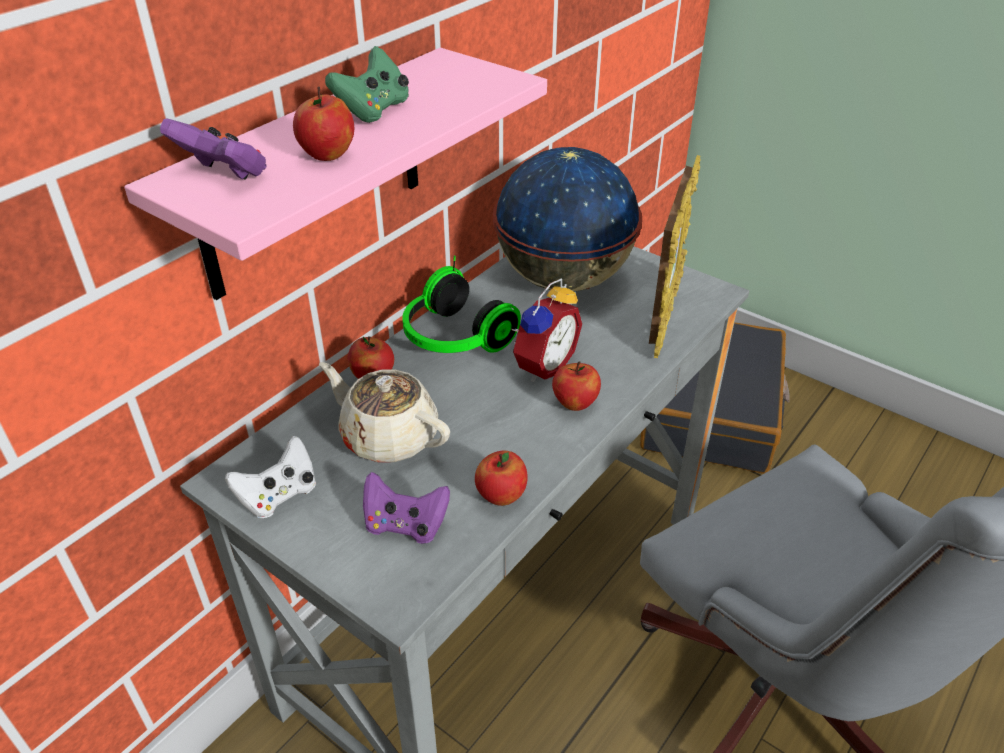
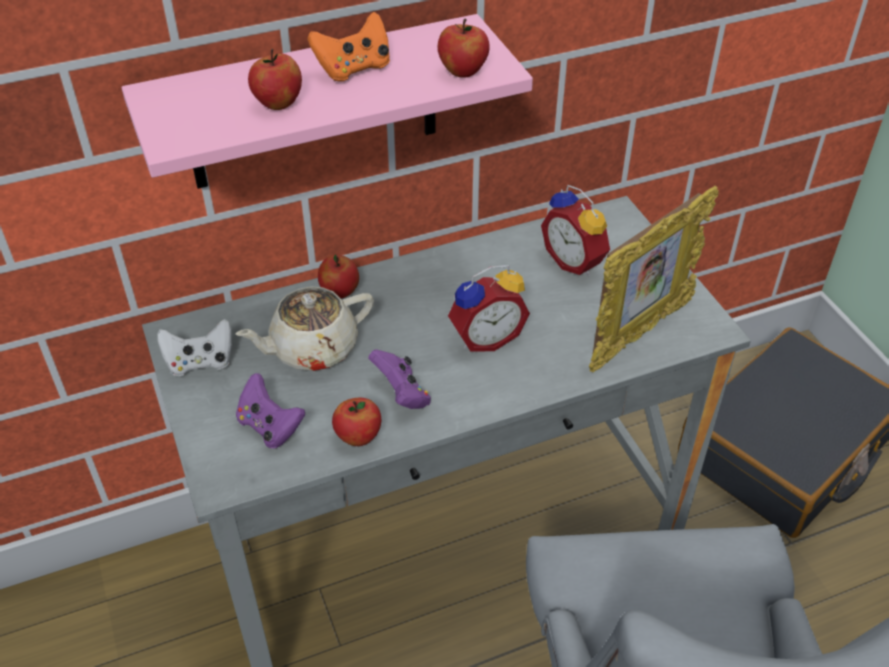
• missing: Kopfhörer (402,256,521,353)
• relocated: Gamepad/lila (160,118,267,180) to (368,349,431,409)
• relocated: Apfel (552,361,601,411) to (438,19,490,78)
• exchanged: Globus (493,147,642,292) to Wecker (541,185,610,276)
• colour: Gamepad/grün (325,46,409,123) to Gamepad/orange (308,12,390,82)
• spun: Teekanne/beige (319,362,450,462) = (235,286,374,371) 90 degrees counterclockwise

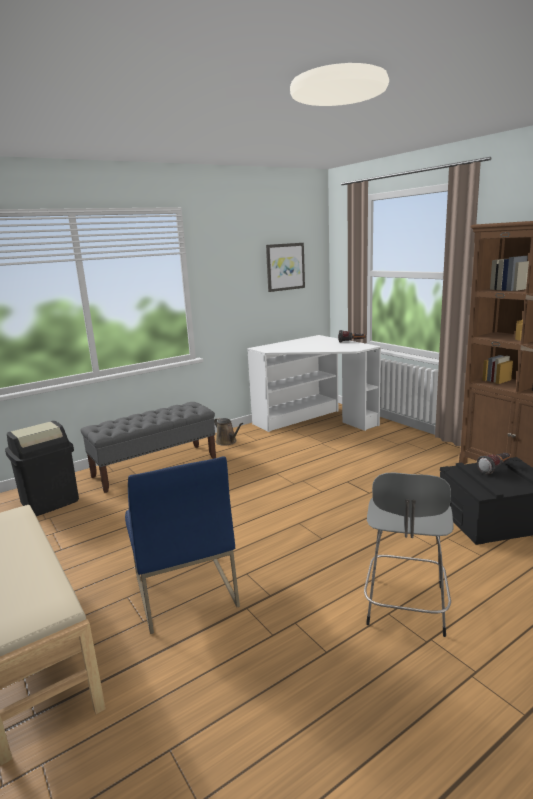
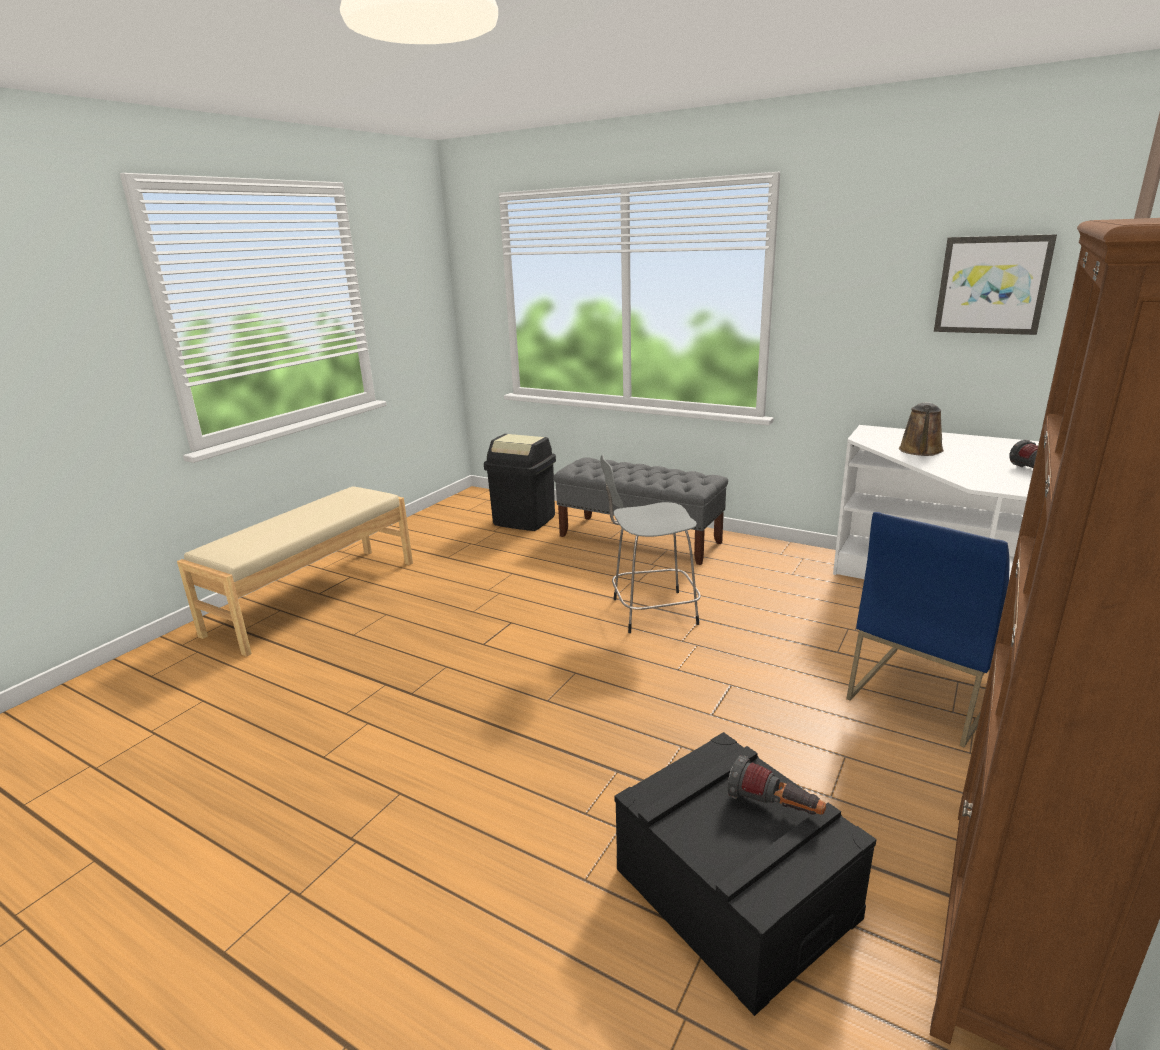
• relocated: Stuhl/blau (125,456,240,634) to (846,512,1010,747)
• relocated: Gießkanne/braun (214,417,243,446) to (899,402,944,456)
• relocated: Hocker/grau (364,473,454,637) to (600,455,701,633)

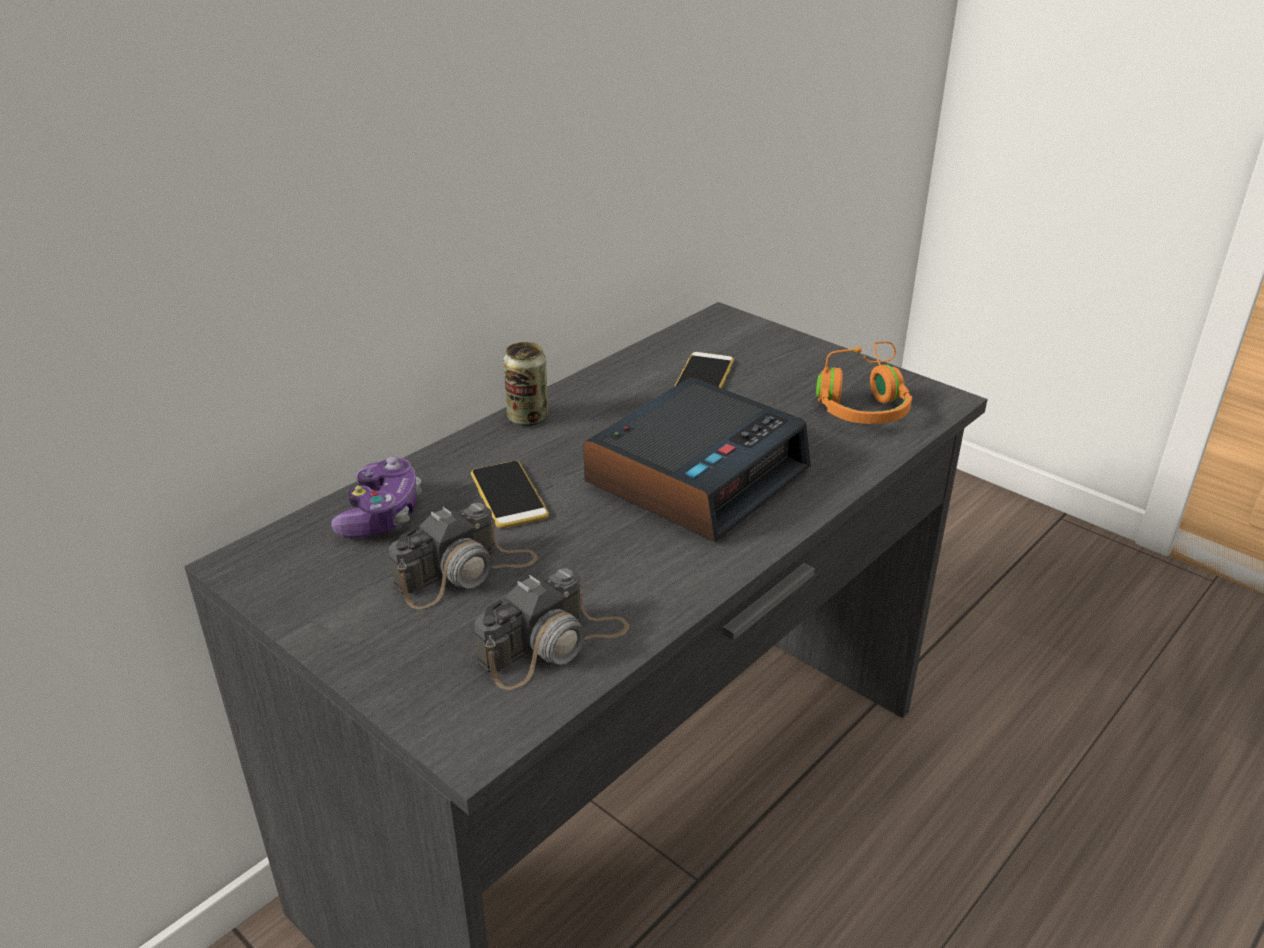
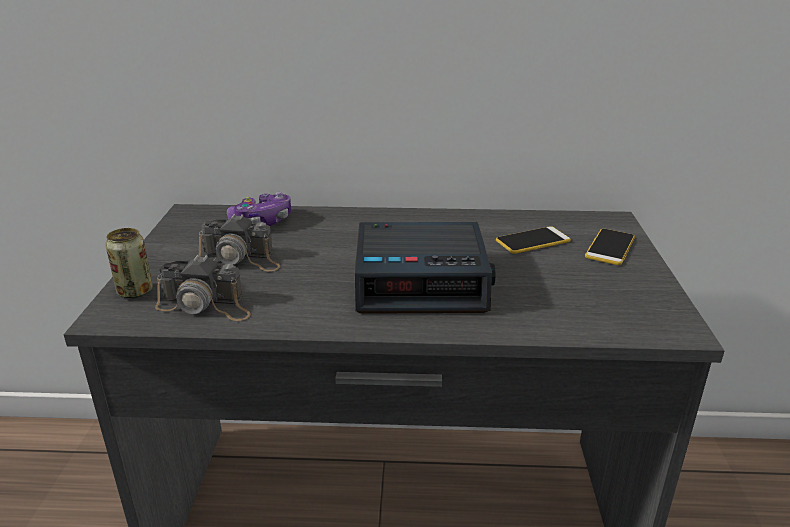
• missing: Kopfhörer/orange (816,341,912,424)
• relocated: Handy (471,461,549,528) to (585,229,635,265)
• relocated: Dose (503,342,548,426) to (105,228,153,299)

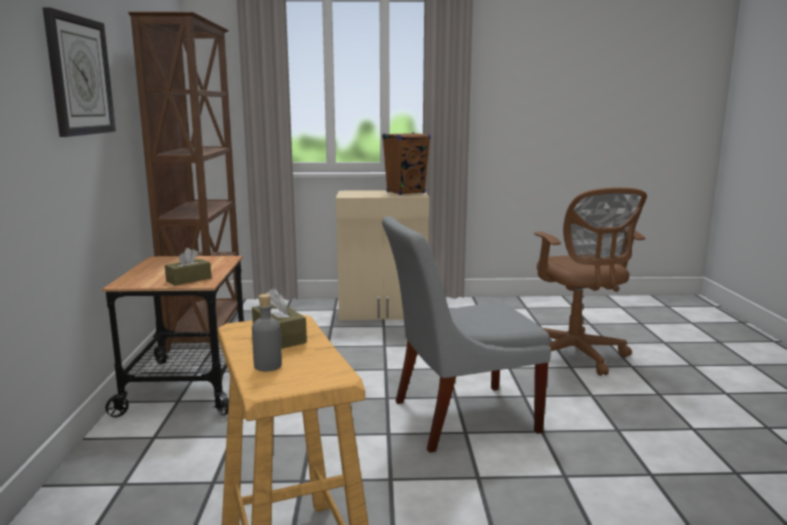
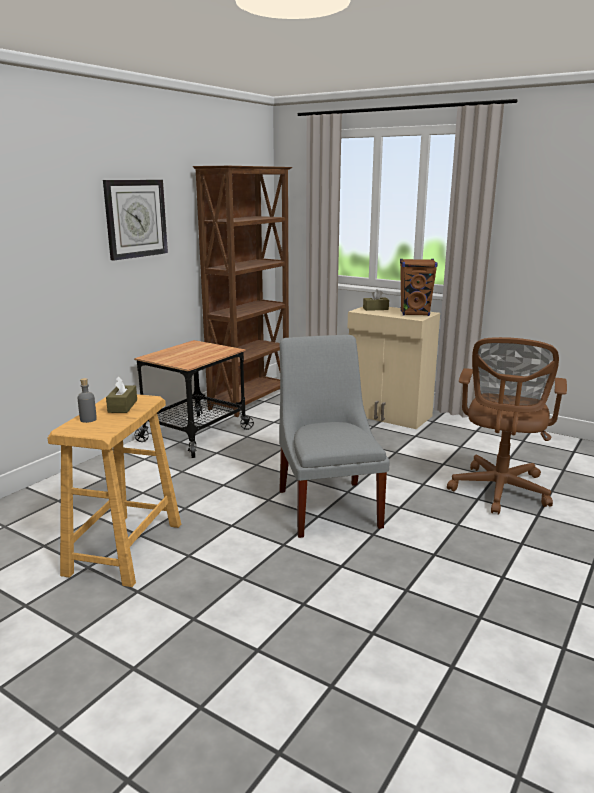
• relocated: Taschentuchbox/braun (165,248,212,286) to (363,289,389,311)
• spun: Stuhl/grau (382,216,551,453) = (279,335,390,538) 60 degrees clockwise

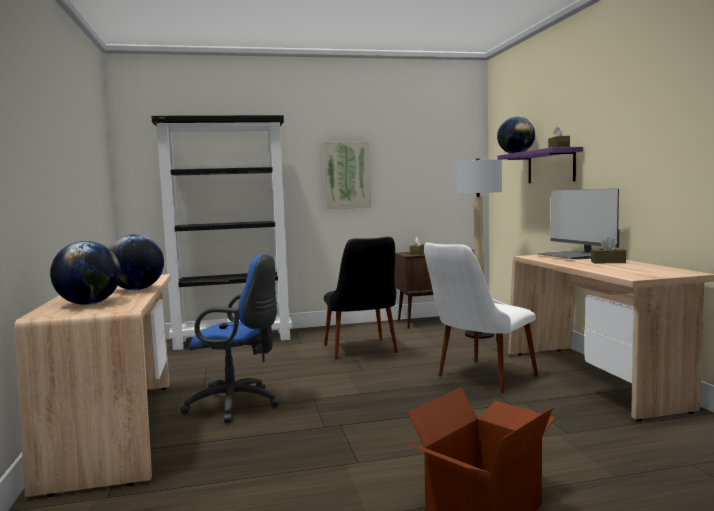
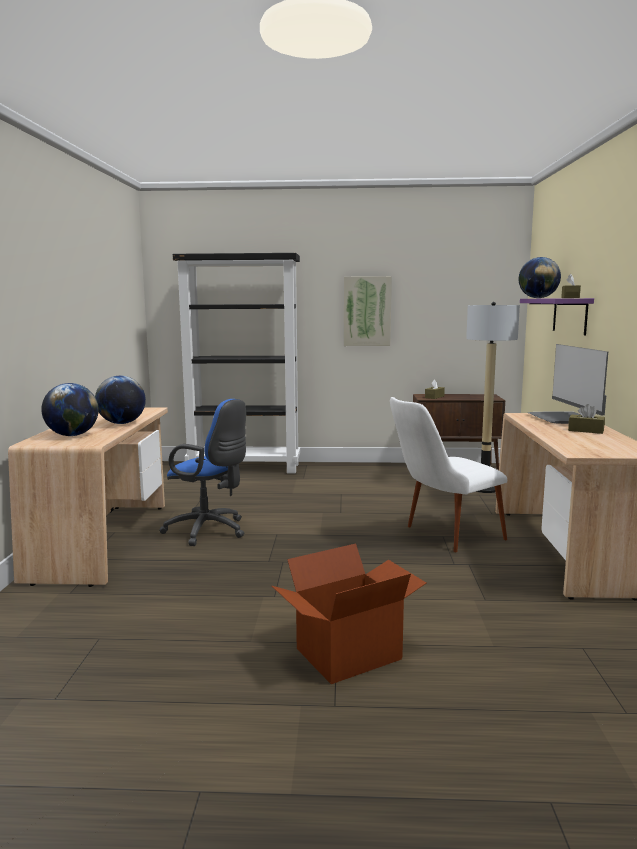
• missing: Stuhl/schwarz (324,237,398,360)

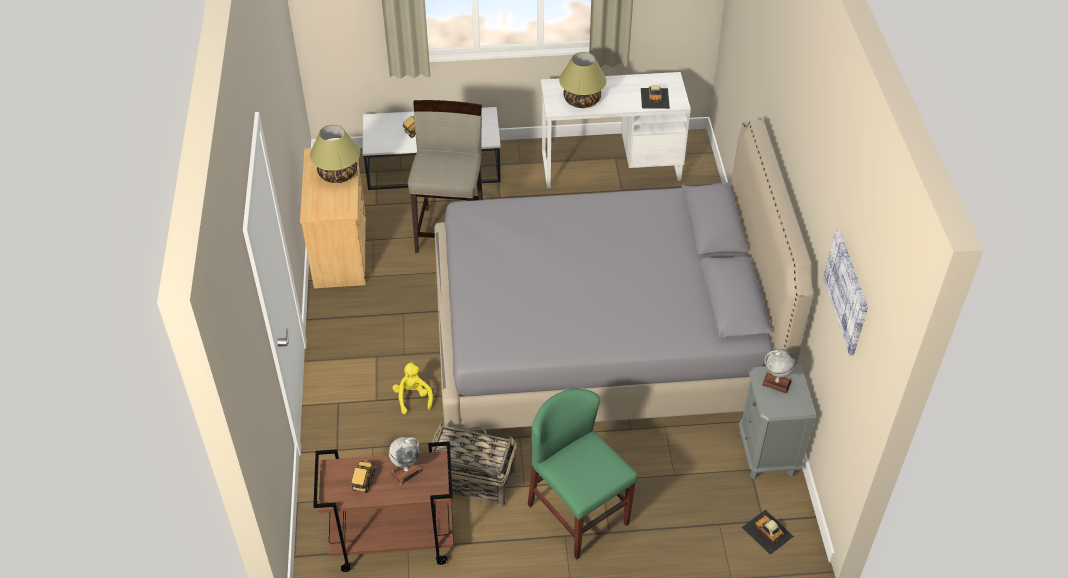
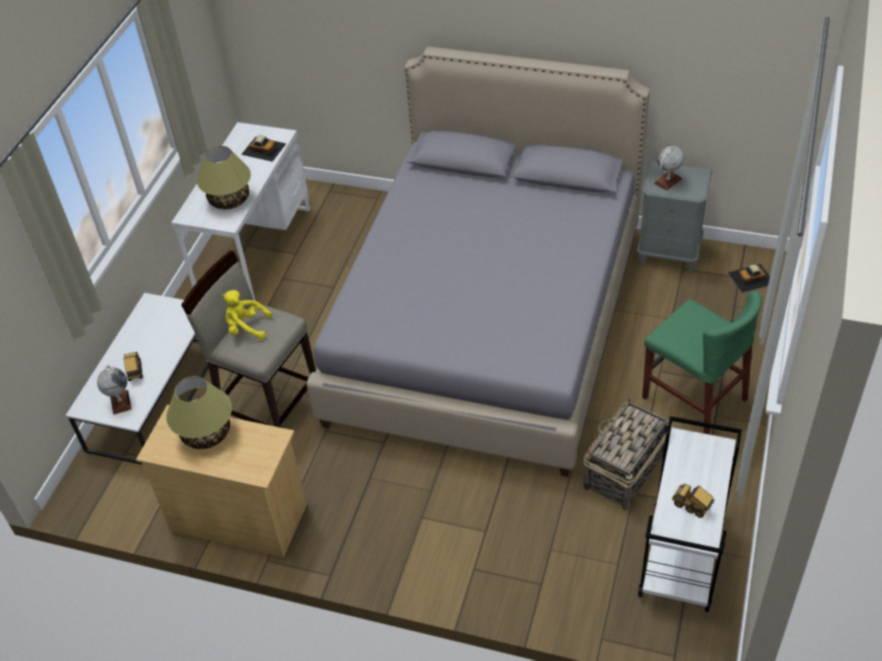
• missing: Bild (823,229,868,356)
• relocated: Globus (389,437,423,485) to (97,365,132,414)
• relocated: Plüschtier/gelb (392,362,433,414) to (222,290,272,340)
• colour: Rollwagen/braun (313,441,454,572) to Rollwagen/weiß (638,416,742,612)
• spun: Stuhl/grün (528,389,638,559) = (642,291,762,435) 120 degrees counterclockwise

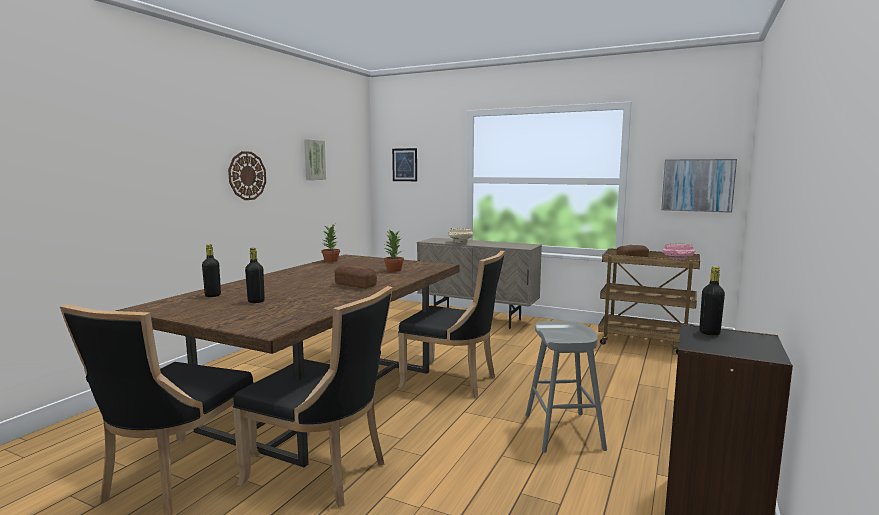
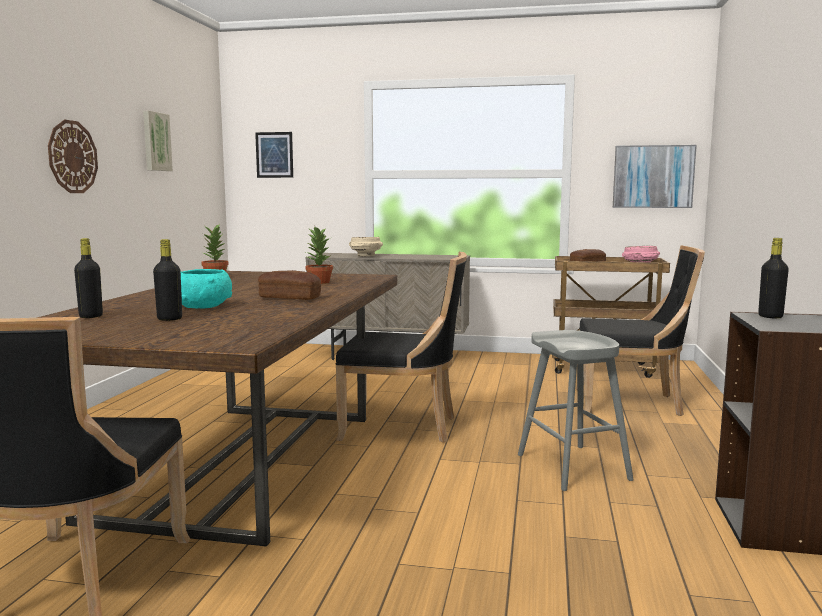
• appeared: Schüssel/türkis (181,269,232,308)
• relocated: Stuhl/schwarz (233,286,393,508) to (576,245,705,416)

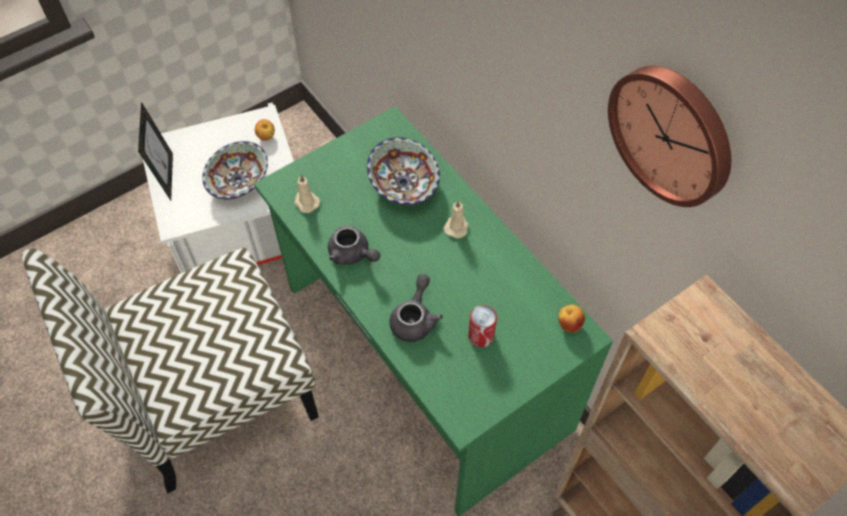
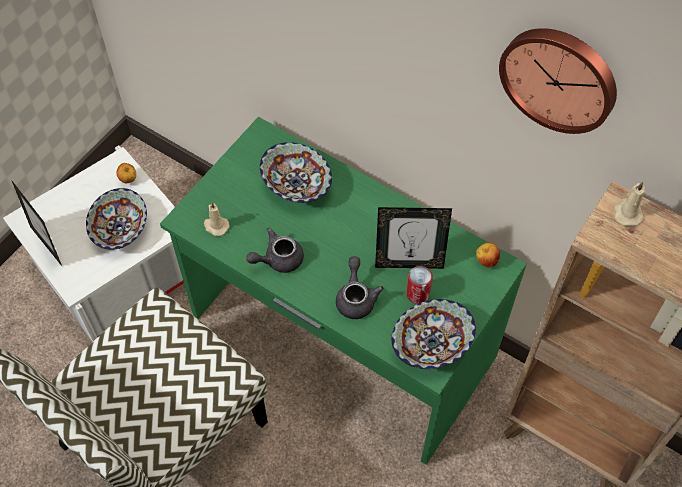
• appeared: Bilderrahmen (375,207,452,269)
• appeared: Schüssel (392,299,476,369)
• relocated: Kerze/beige (443,200,469,238) to (614,181,645,226)
• spun: Teekanne/grau (328,225,380,265) = (246,228,304,273) 135 degrees clockwise

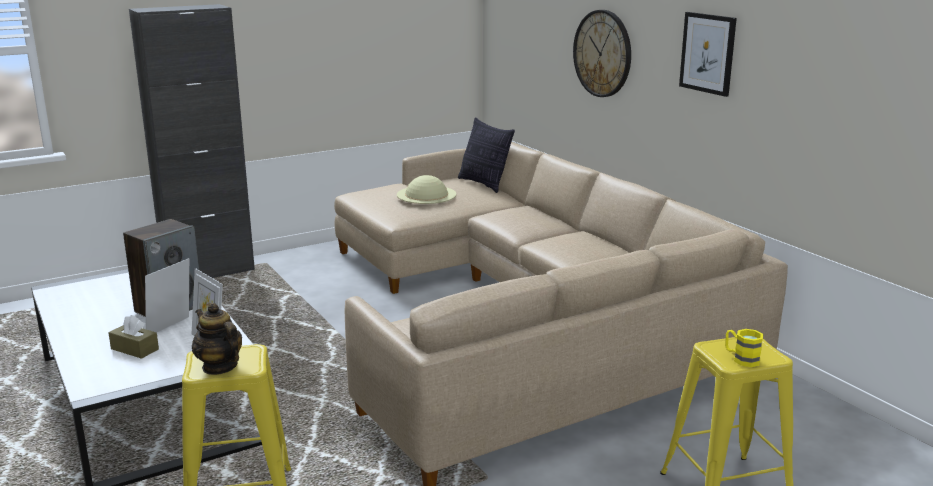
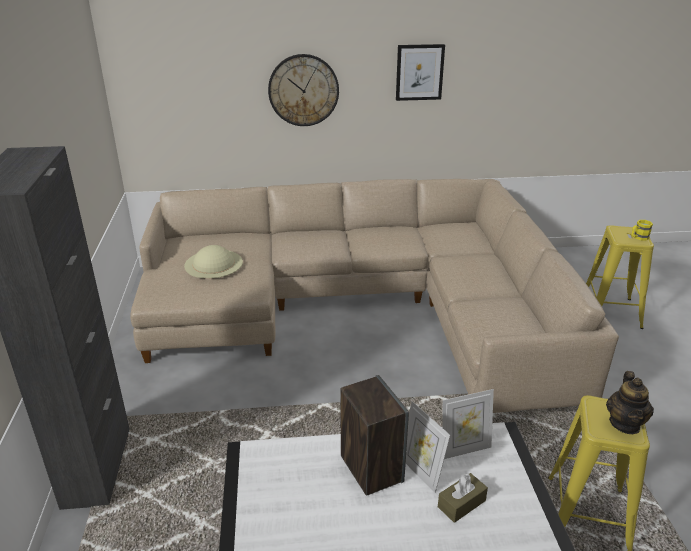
• missing: Kissen (458,117,515,193)
• spun: Teekanne (192,303,242,375) = (606,371,654,434) 60 degrees counterclockwise

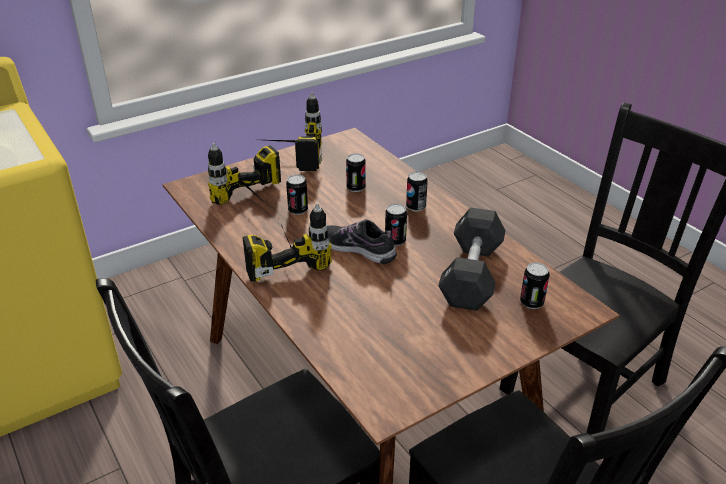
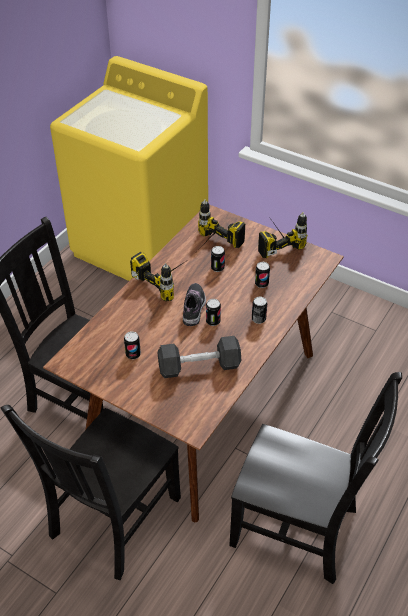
• relocated: Dose (520,262,550,309) to (124,331,141,359)

